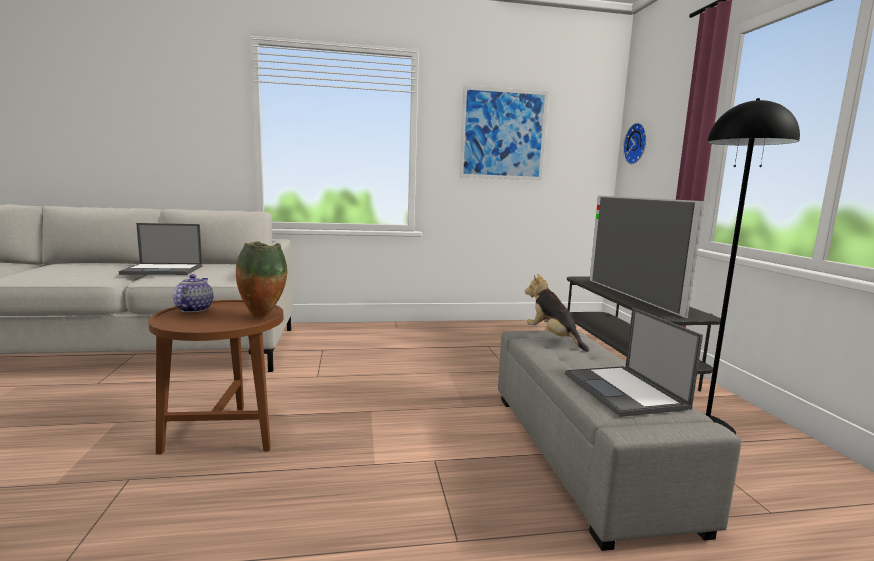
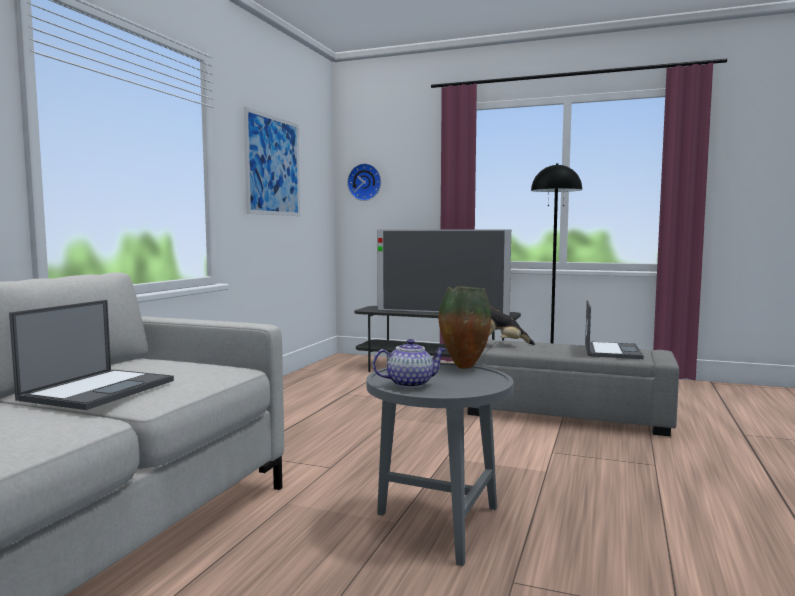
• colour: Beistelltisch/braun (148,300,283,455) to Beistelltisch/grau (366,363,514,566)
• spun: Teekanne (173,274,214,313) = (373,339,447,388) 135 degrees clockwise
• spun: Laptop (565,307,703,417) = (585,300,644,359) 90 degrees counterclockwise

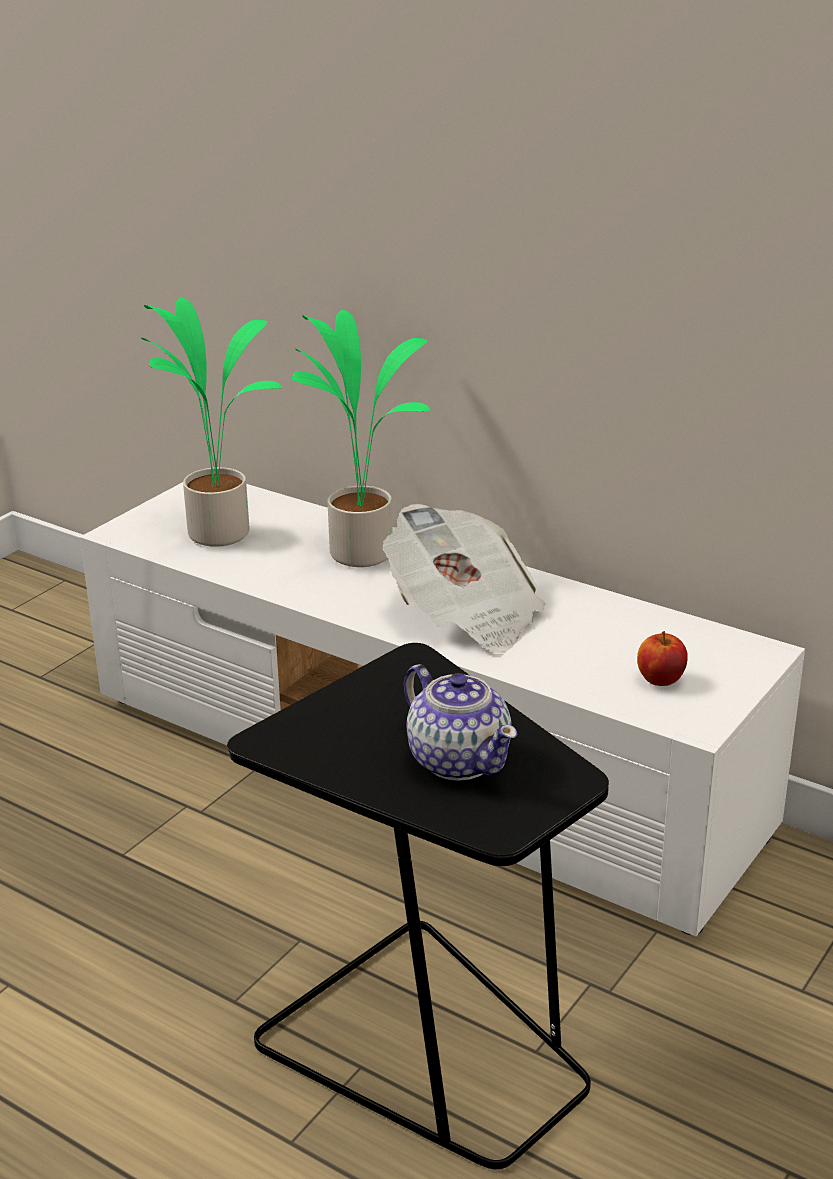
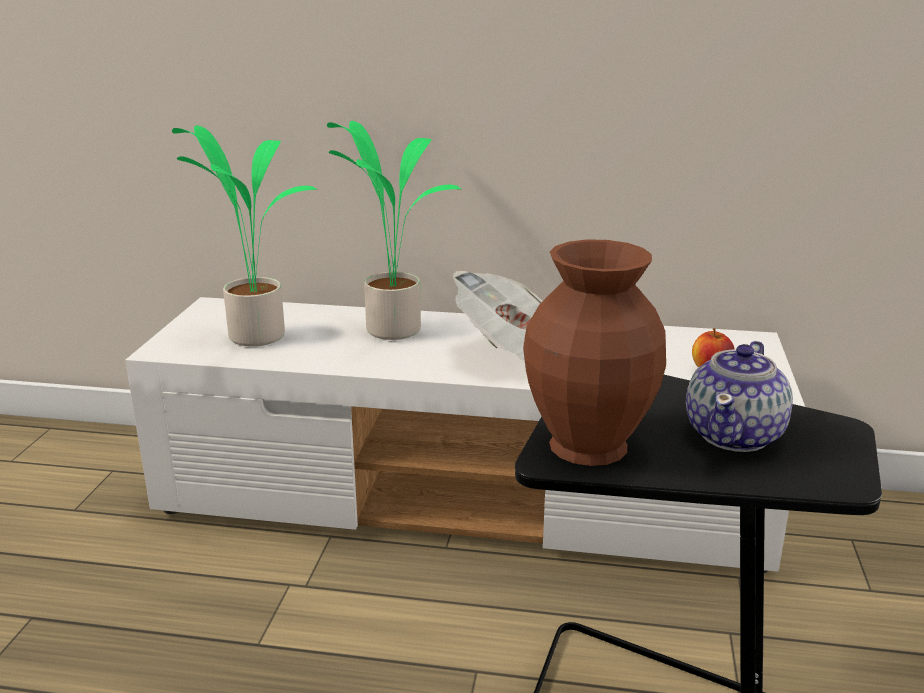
• appeared: Vase/braun (523,239,666,466)
• spun: Teekanne (404,664,517,781) = (686,341,793,452) 90 degrees clockwise

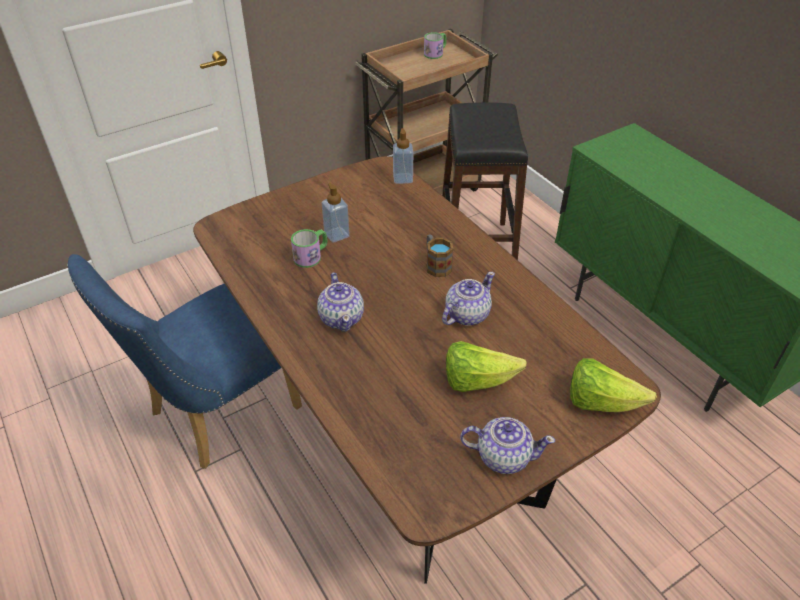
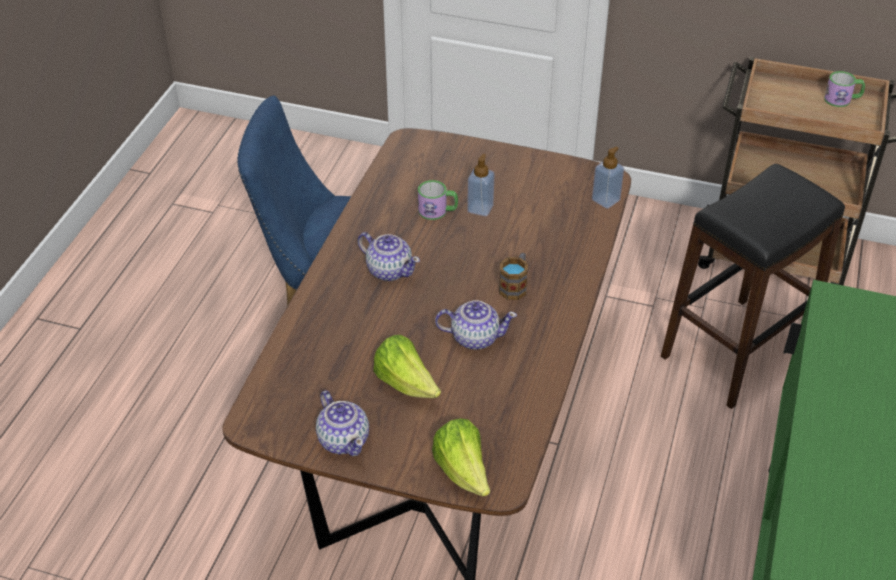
• spun: Teekanne (317,273,364,332) = (358,232,420,281) 90 degrees counterclockwise

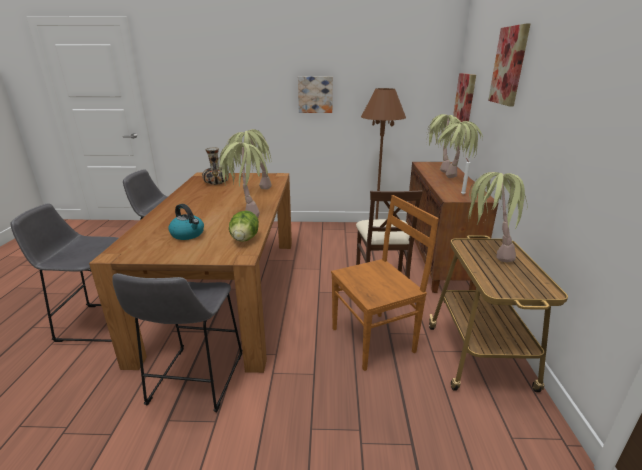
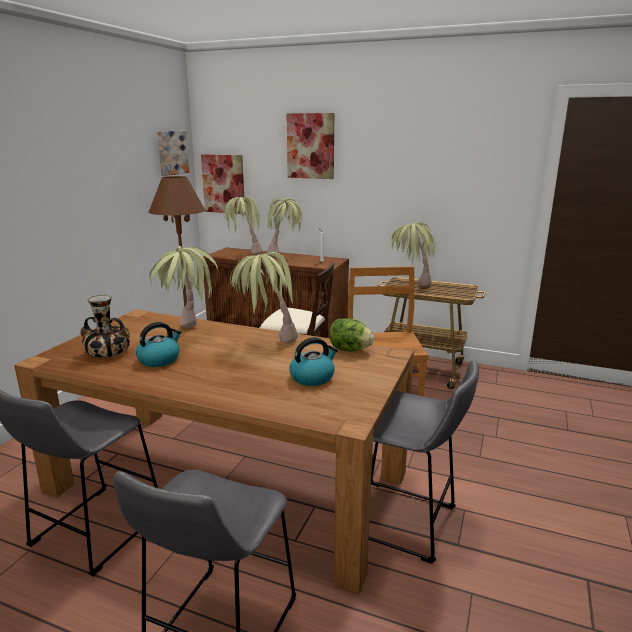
• appeared: Wasserkessel (136,322,181,367)
• relocated: Bild (298,76,333,113) to (157,131,189,176)

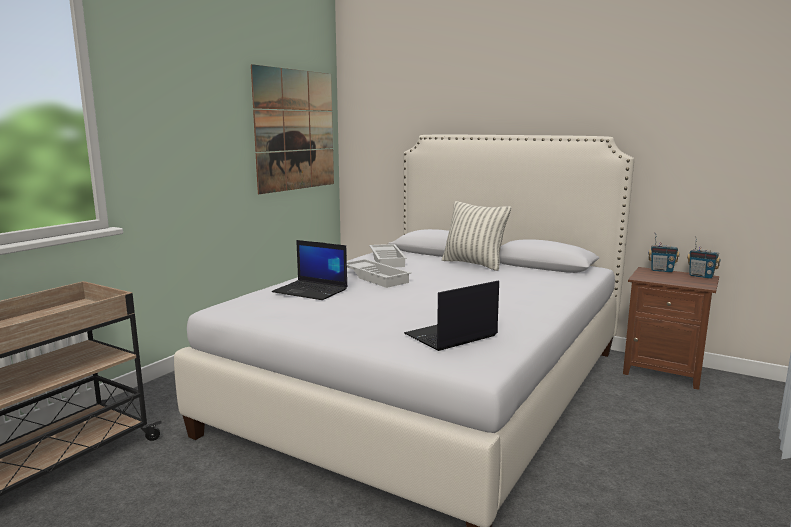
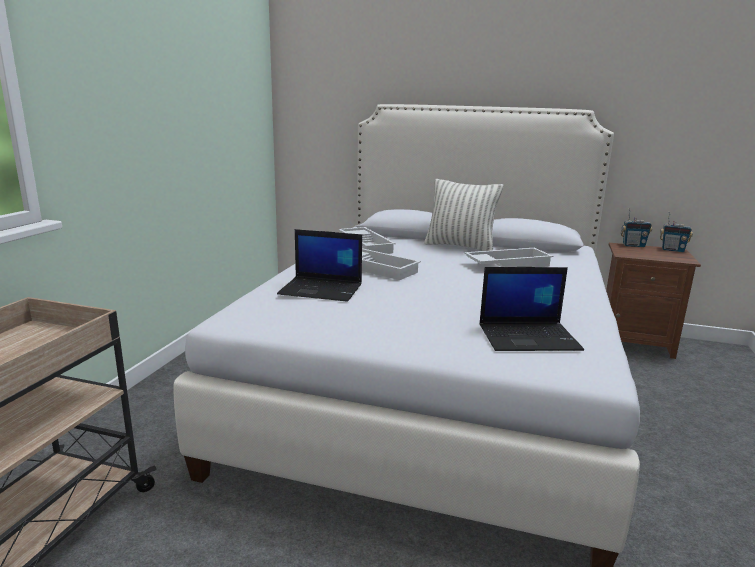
• missing: Bild (251,64,334,194)
• appeared: Tablett/weiß (464,248,553,267)
• spun: Laptop (404,280,499,351) = (479,267,584,351) 135 degrees counterclockwise

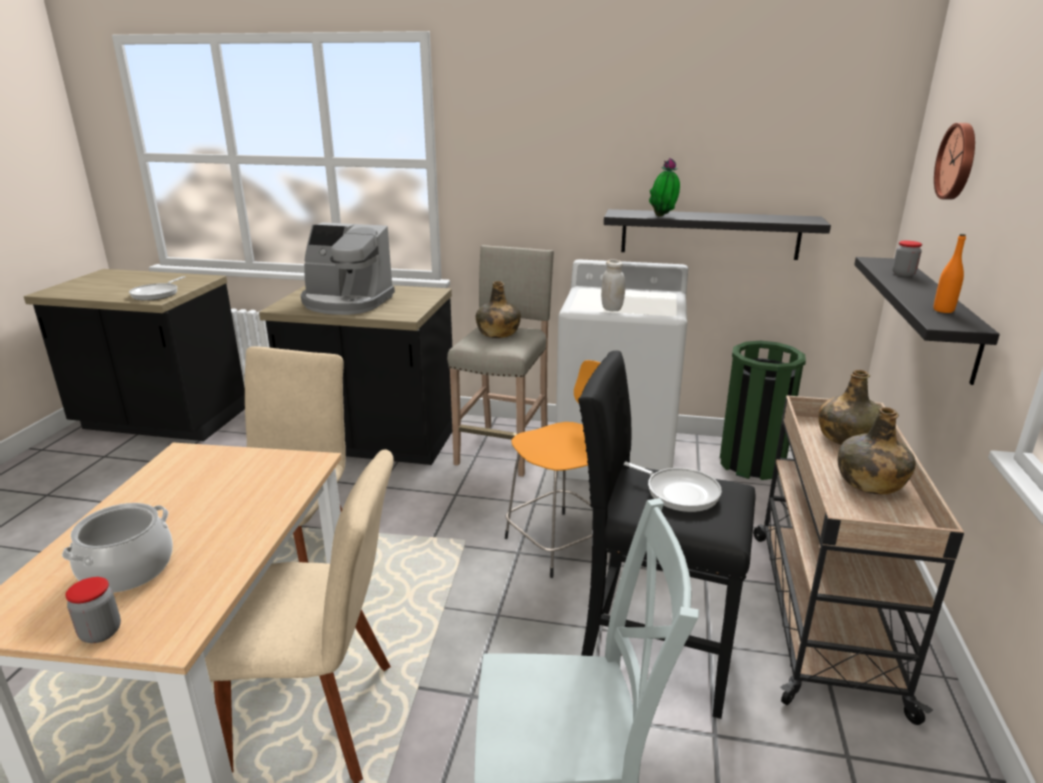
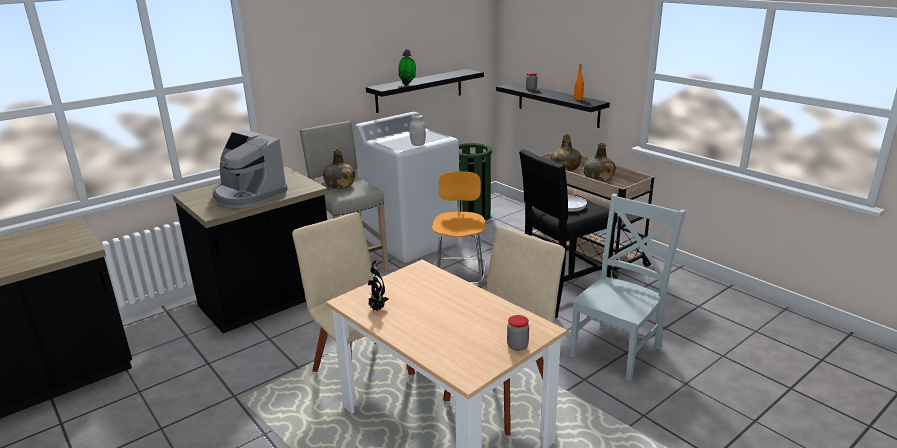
• missing: Kochtopf (62,503,173,593)
• missing: Pfanne (129,276,185,301)
• missing: Wanduhr (934,123,975,200)
• appeared: Topfpflanze (368,261,389,311)
• spun: Kaffeemaschine (301,222,395,315) = (212,130,287,208) 75 degrees clockwise

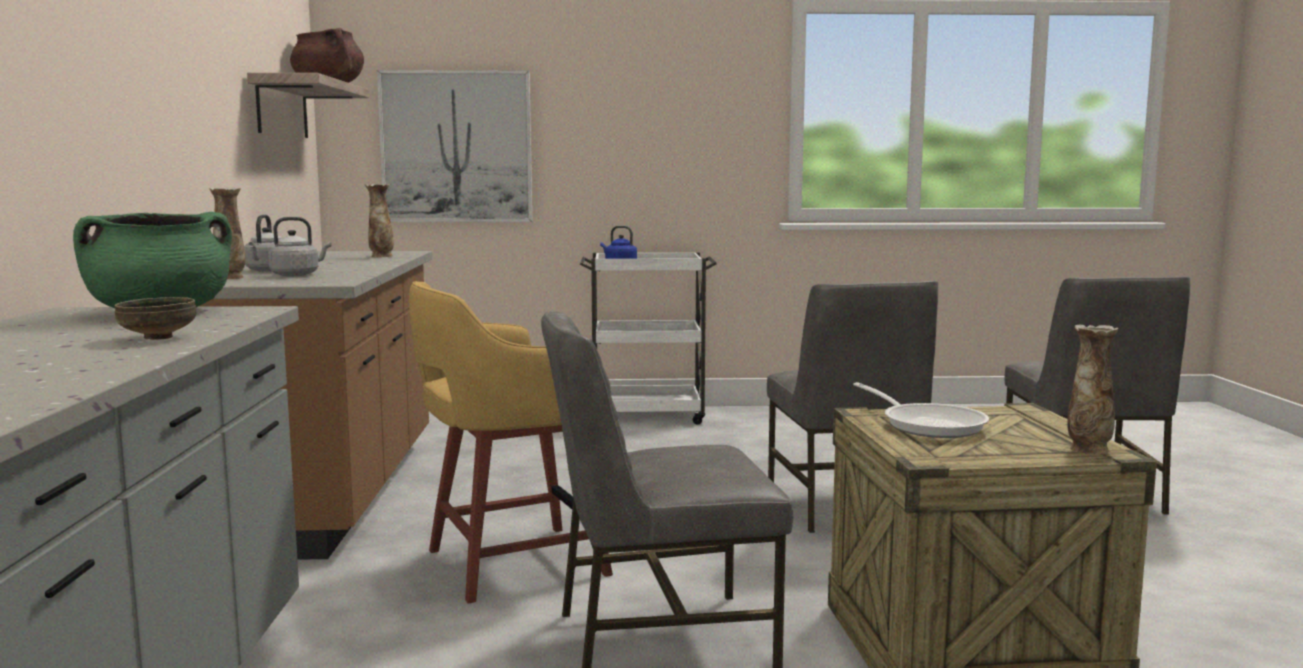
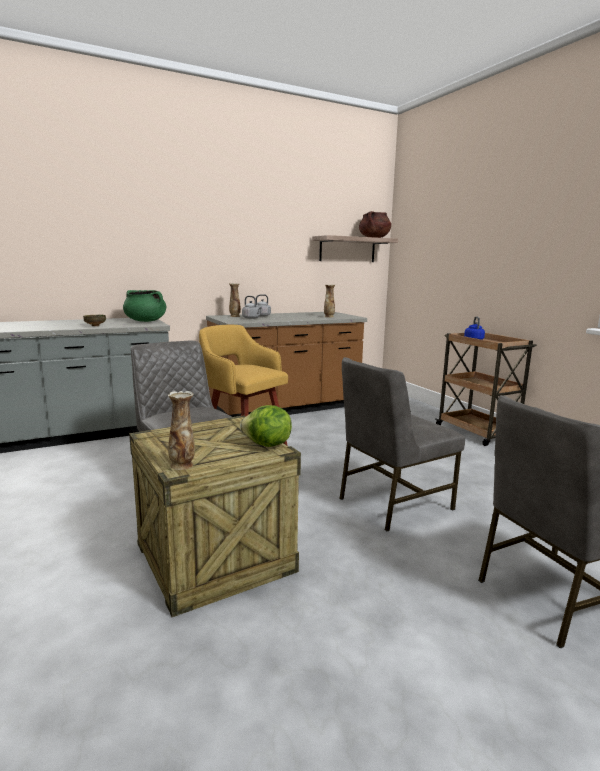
• missing: Bild (377,70,532,222)
• missing: Pfanne (853,382,989,438)
• appeared: Salatkopf (240,405,292,447)
• colour: Rollwagen/weiß (580,252,717,425) to Rollwagen/braun (436,333,537,446)

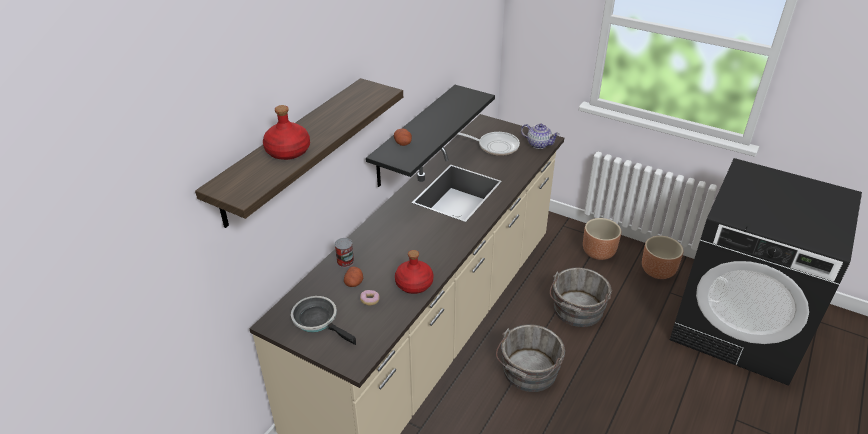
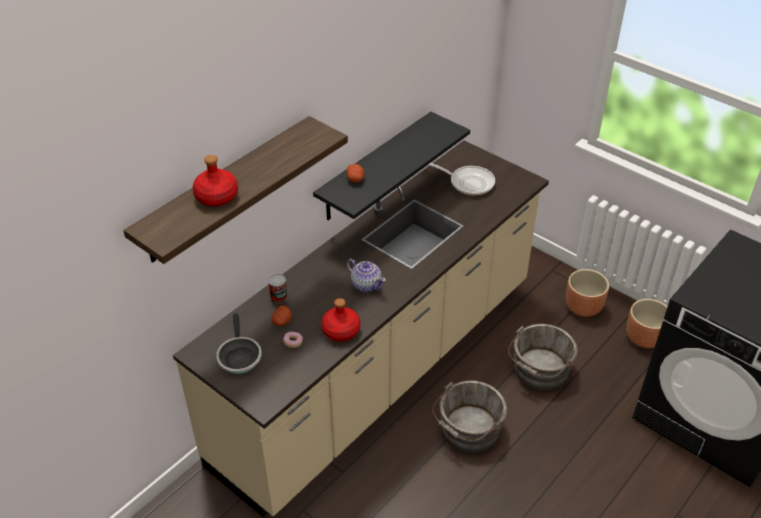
• relocated: Teekanne (521,123,560,149) to (347,259,386,292)
• spun: Pfanne (291,296,356,345) = (216,313,262,374) 150 degrees counterclockwise

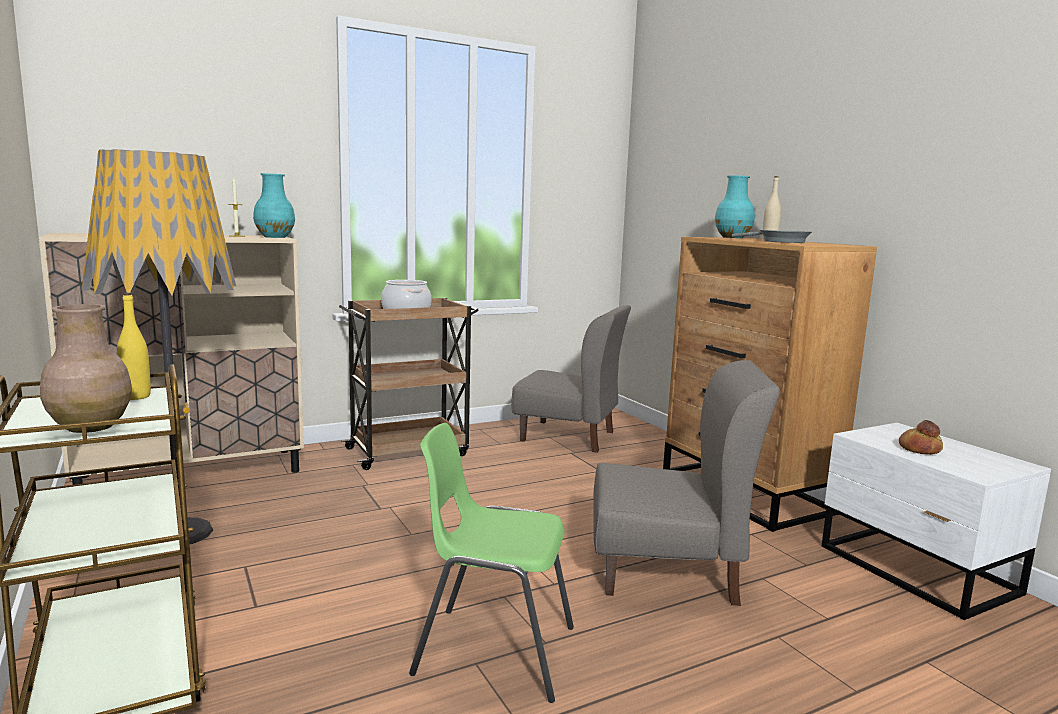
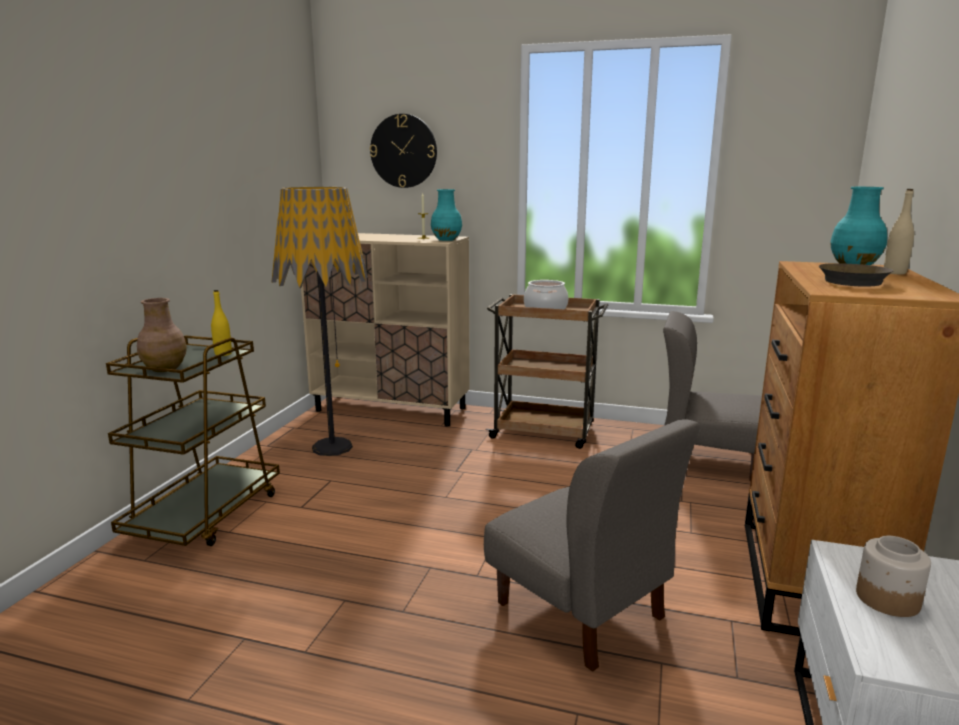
• missing: Stuhl/grün (409,423,574,703)
• appeared: Wanduhr (370,114,437,188)
• exchanged: Brot (899,420,943,454) to Vorratsglas (856,536,931,617)
• colour: Pfanne/grau (732,230,812,243) to Pfanne/braun (819,263,893,287)
• spun: Stuhl/grau (511,305,631,453) = (663,311,762,481) 135 degrees clockwise

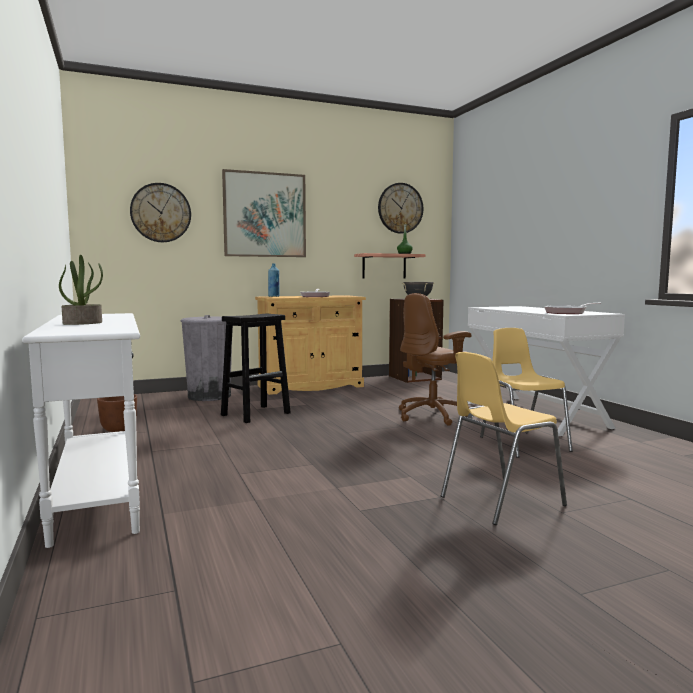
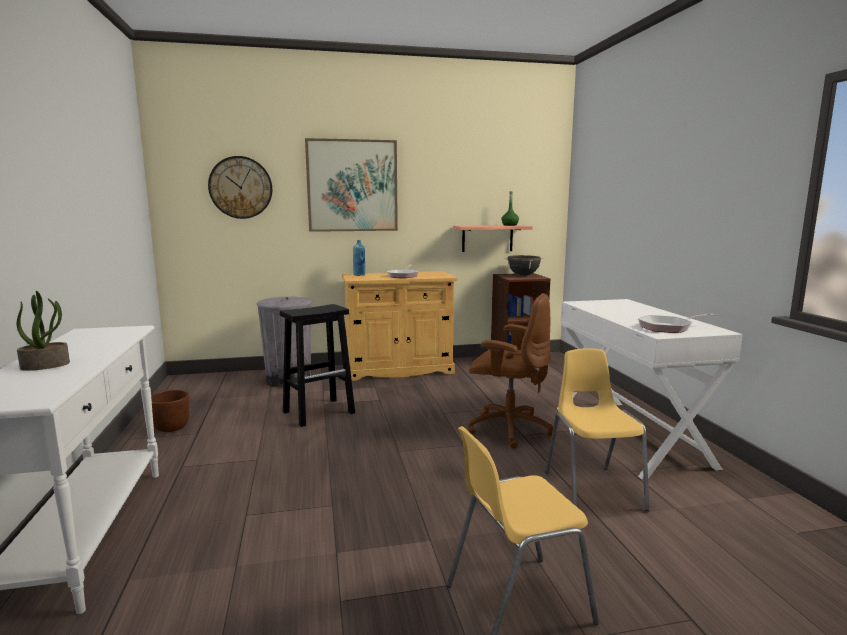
• missing: Wanduhr (378,183,423,234)
• spun: Bürostuhl/braun (399,293,471,426) = (468,293,553,448) 135 degrees counterclockwise

